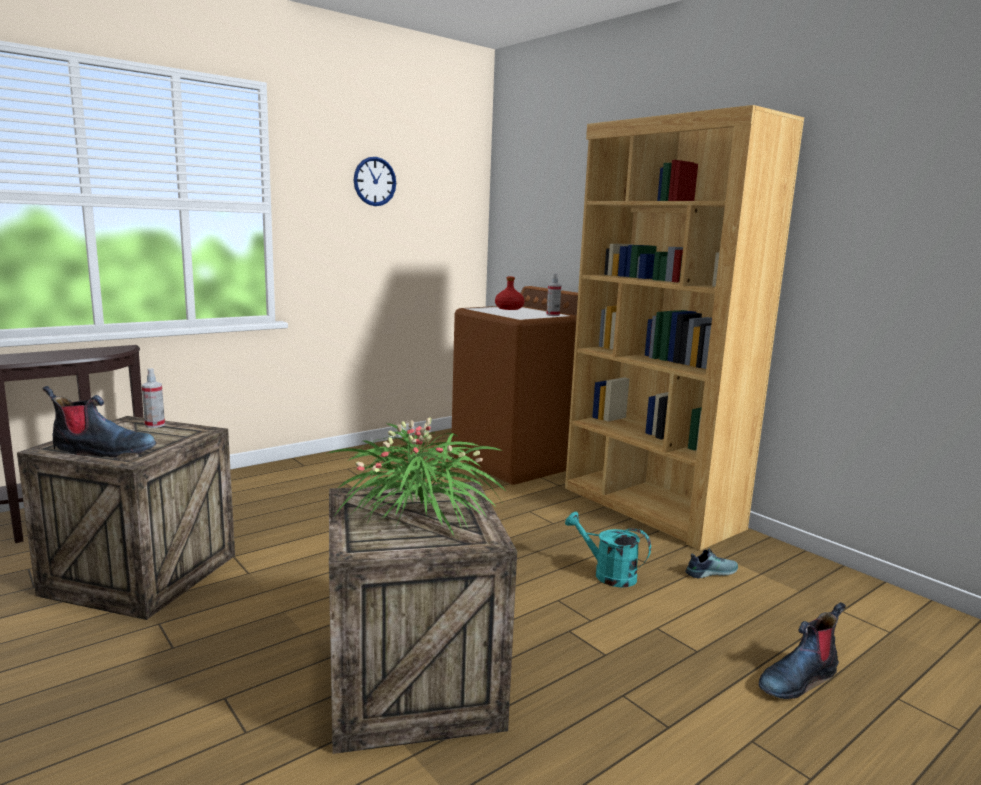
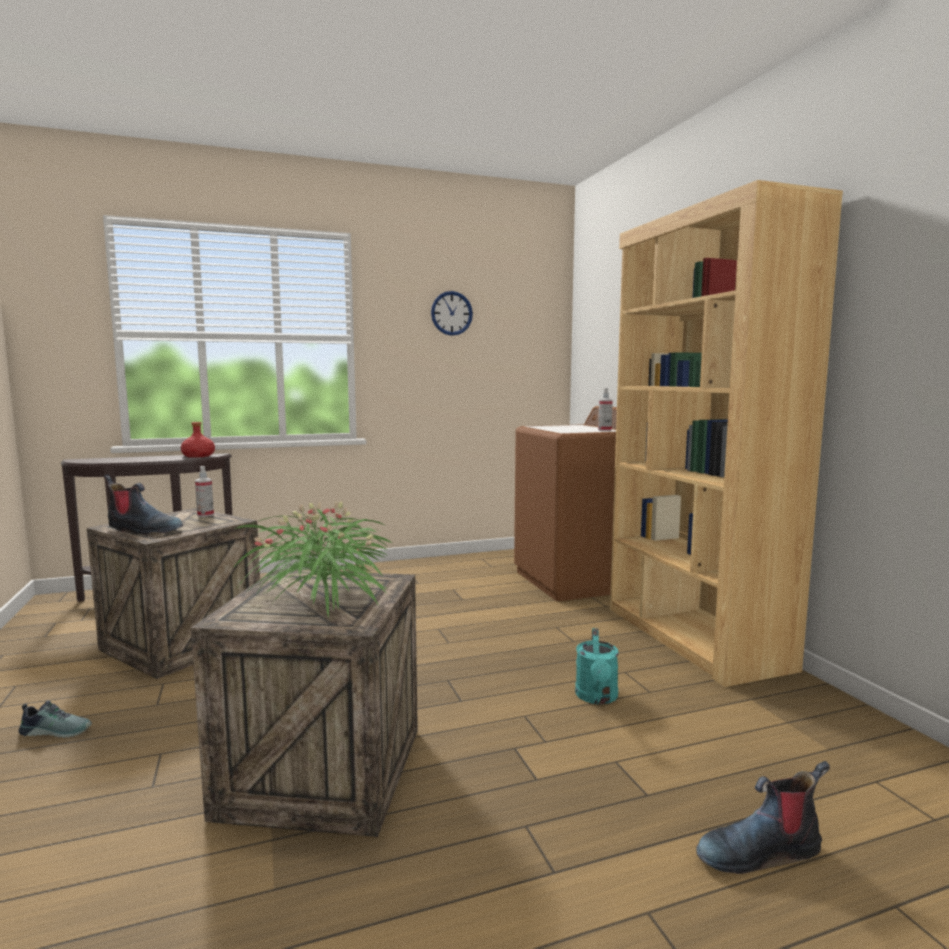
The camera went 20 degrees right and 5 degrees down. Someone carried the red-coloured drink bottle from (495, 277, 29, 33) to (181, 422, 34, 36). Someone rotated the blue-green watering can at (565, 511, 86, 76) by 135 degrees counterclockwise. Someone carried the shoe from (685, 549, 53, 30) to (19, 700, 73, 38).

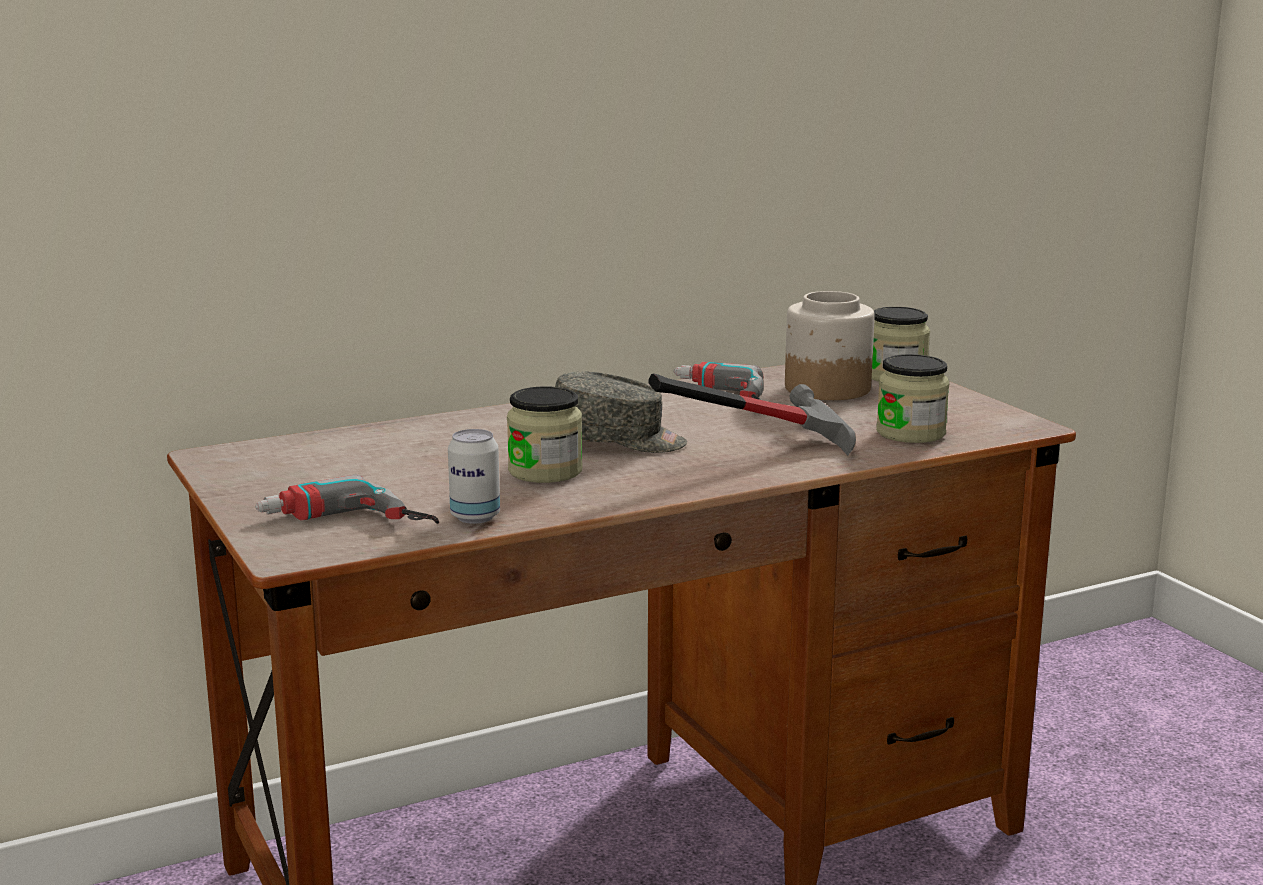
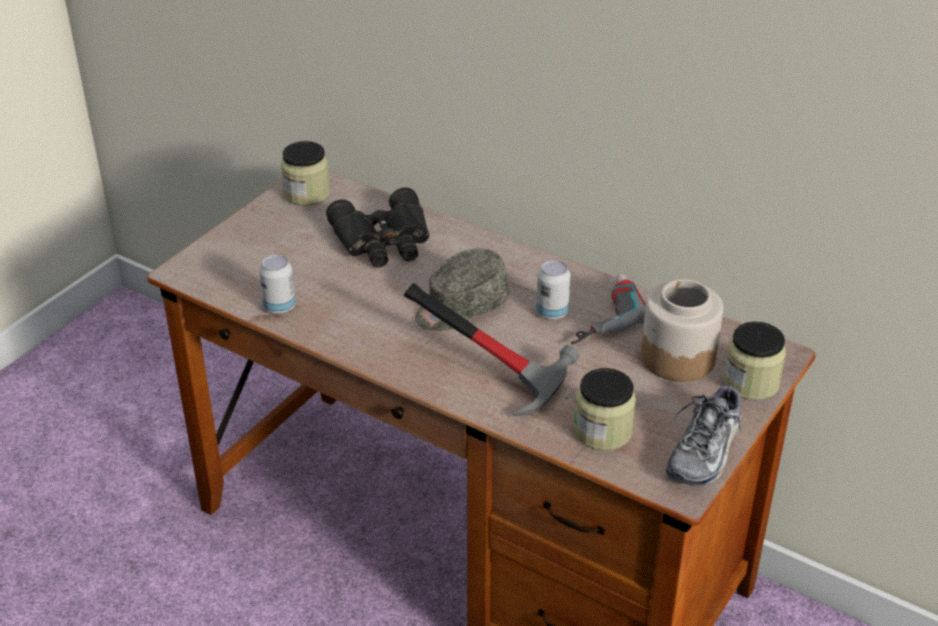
The camera went 60 degrees right and 20 degrees up. Someone took away the drill at (255, 474, 184, 50). Someone carried the storage jar from (507, 386, 76, 97) to (281, 141, 49, 65). Someone rotated the greyish cap at (555, 371, 132, 82) by 75 degrees clockwise. Someone put down the blackish binoculars at (326, 188, 104, 80). Someone put down the metal can at (536, 260, 35, 60). Someone put down the shoe at (666, 381, 76, 105).

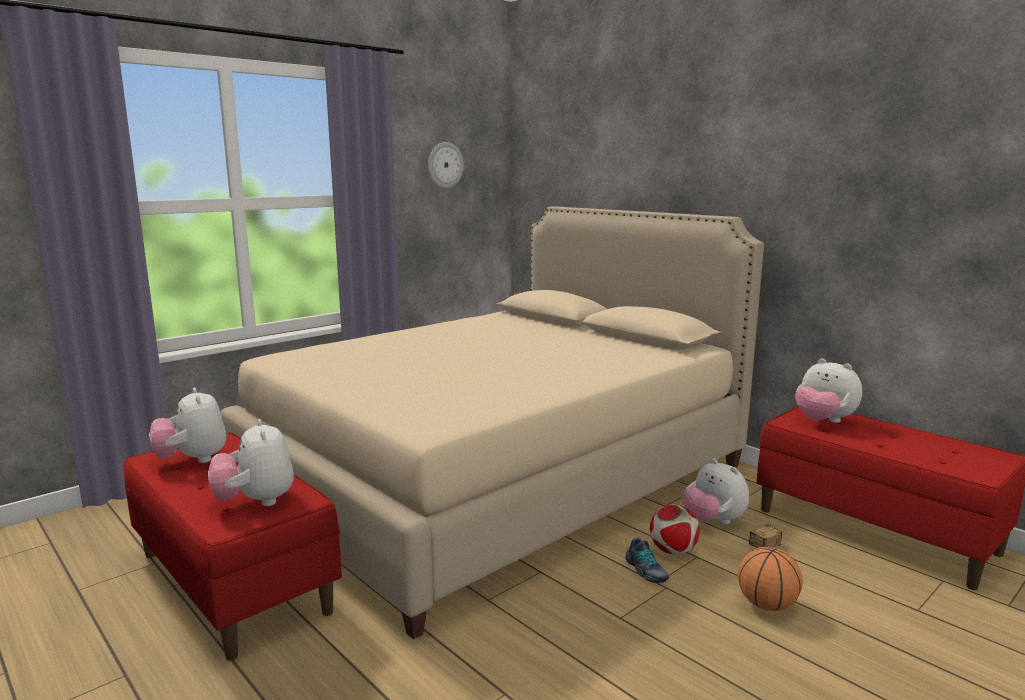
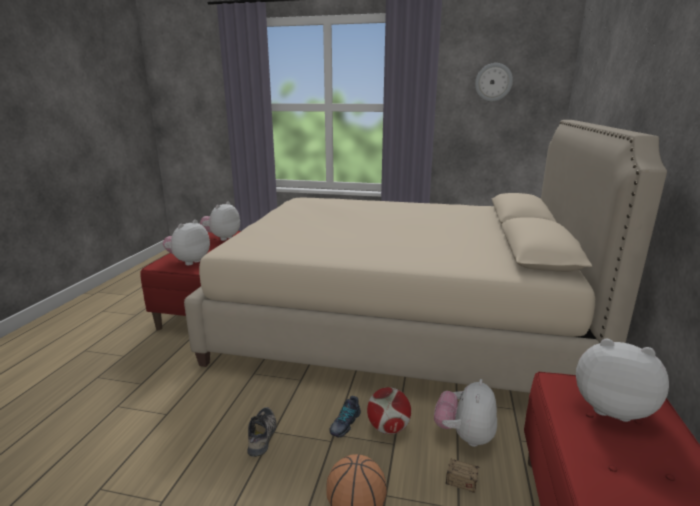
The camera went 55 degrees right and 5 degrees up. Someone rotated the cuddly toy at (795, 358, 67, 65) by 105 degrees clockwise. Someone put down the shoe at (247, 407, 29, 50).

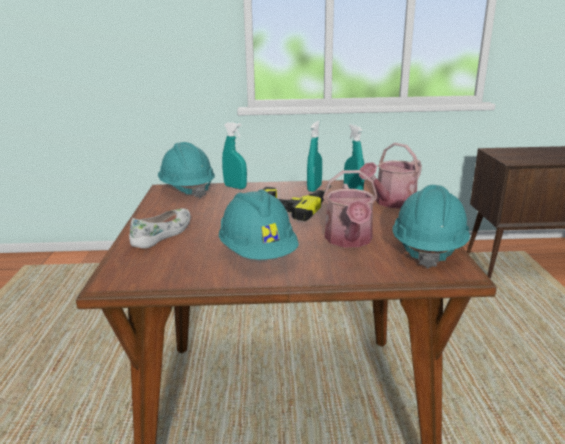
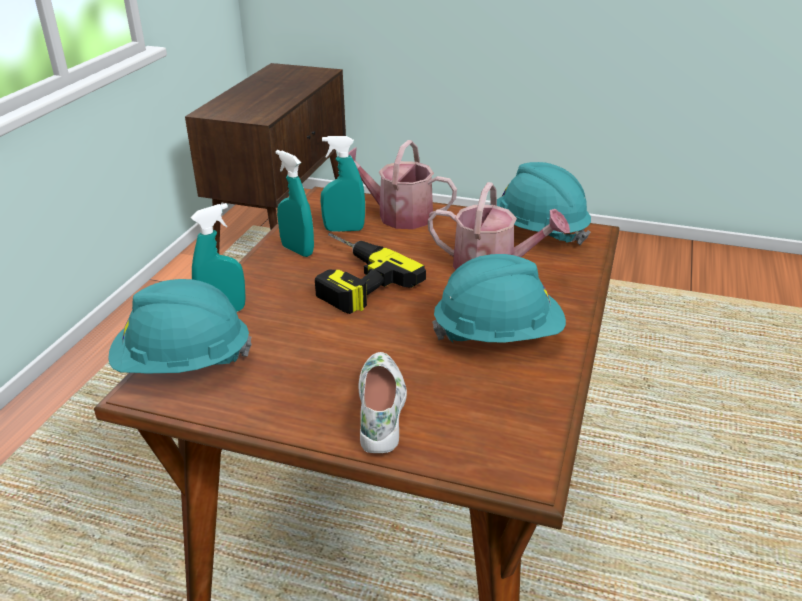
The camera went 70 degrees left and 10 degrees up. Someone rotated the white-coloured shoe at (129, 208, 62, 40) by 45 degrees clockwise. Someone rotated the watering can at (359, 143, 63, 65) by 135 degrees clockwise.

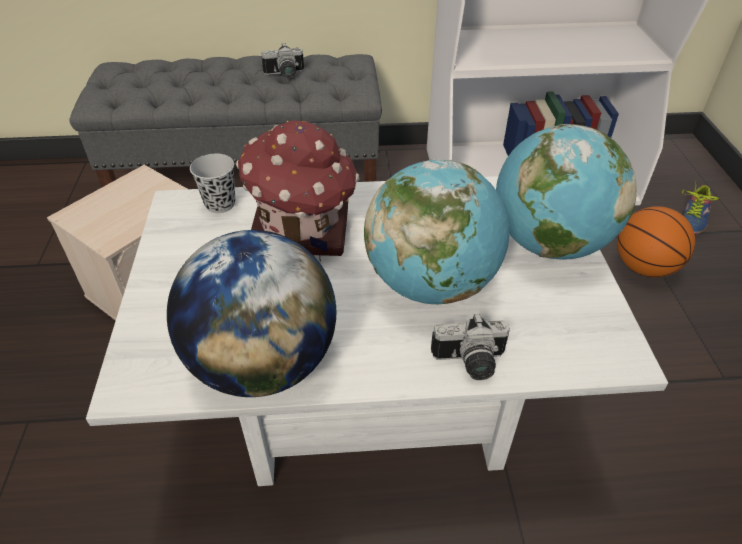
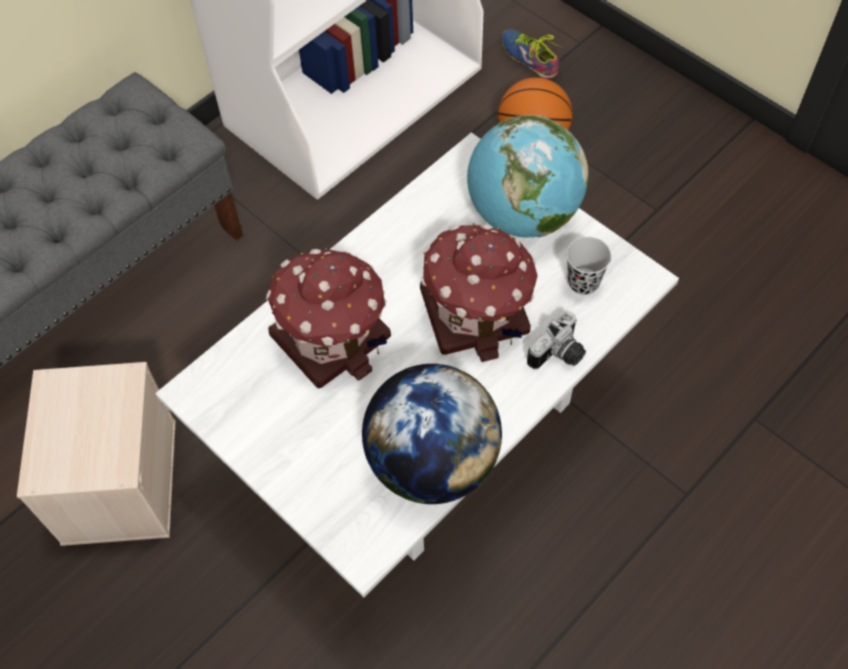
The camera went 40 degrees left and 15 degrees up. Someone carried the blackish drinking cup from (190, 154, 45, 59) to (566, 237, 45, 58). Someone took away the still camera at (261, 43, 43, 35). Someone swapped the globe at (364, 159, 146, 145) for the toy house at (420, 223, 118, 139). Someone rotated the shoe at (682, 181, 37, 54) by 150 degrees clockwise.

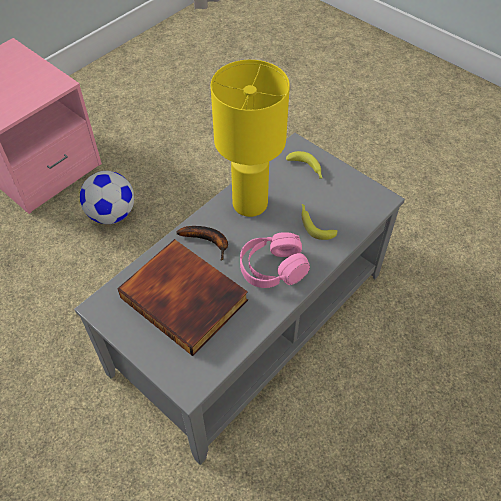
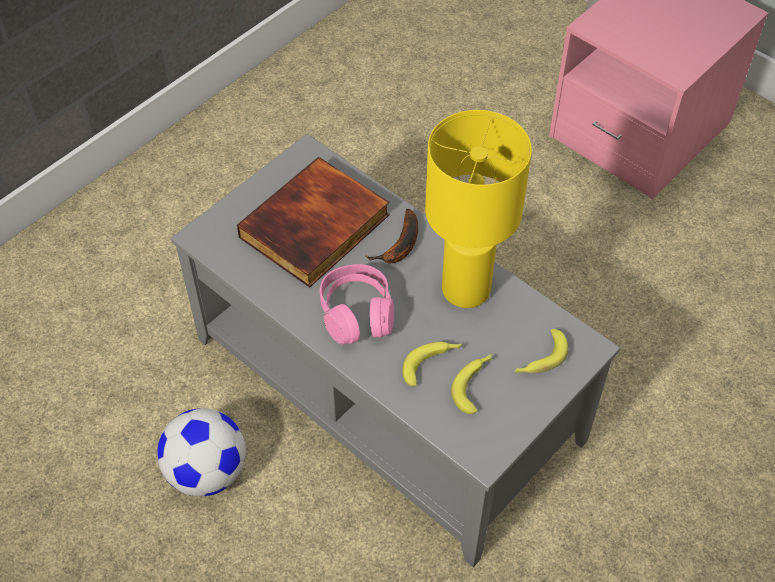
The camera went 90 degrees right and 0 degrees up. Someone carried the ball for football from (80, 171, 54, 53) to (157, 408, 89, 88). Someone put down the banana fruit at (451, 354, 41, 60).

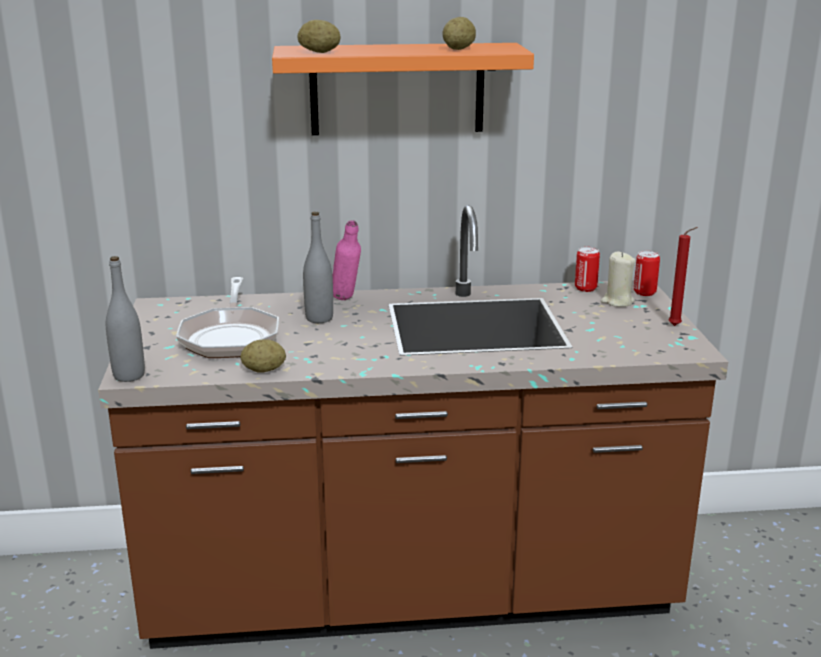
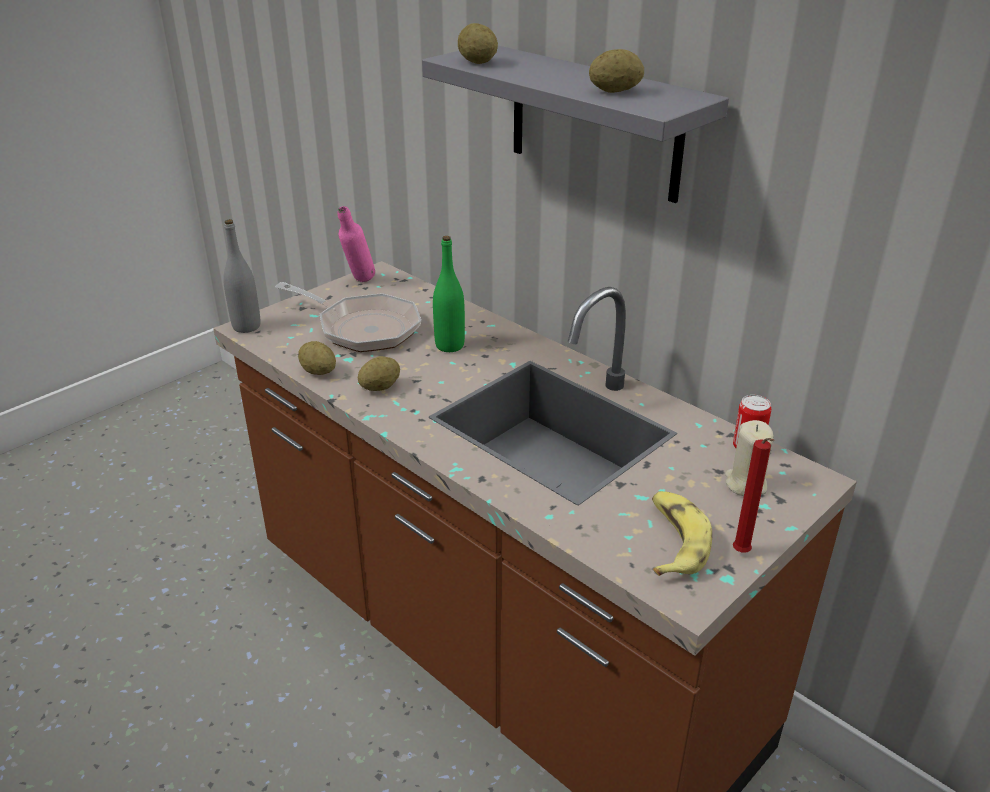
The camera went 50 degrees right and 10 degrees up. Someone rotated the frying pan at (176, 277, 103, 81) by 105 degrees counterclockwise. Someone repainted the orangey wall shelf at (272, 43, 262, 93), which became the greyish wall shelf at (422, 46, 307, 157). Someone repainted the greyish drink bottle at (303, 212, 30, 111), which became the green-coloured drink bottle at (433, 236, 32, 116). Someone carried the pink drink bottle from (332, 220, 29, 80) to (338, 206, 37, 76). Someone took away the metal can at (634, 251, 26, 45). Someone put down the whole potato at (358, 356, 42, 35). Someone put down the banana fruit at (652, 491, 60, 85).

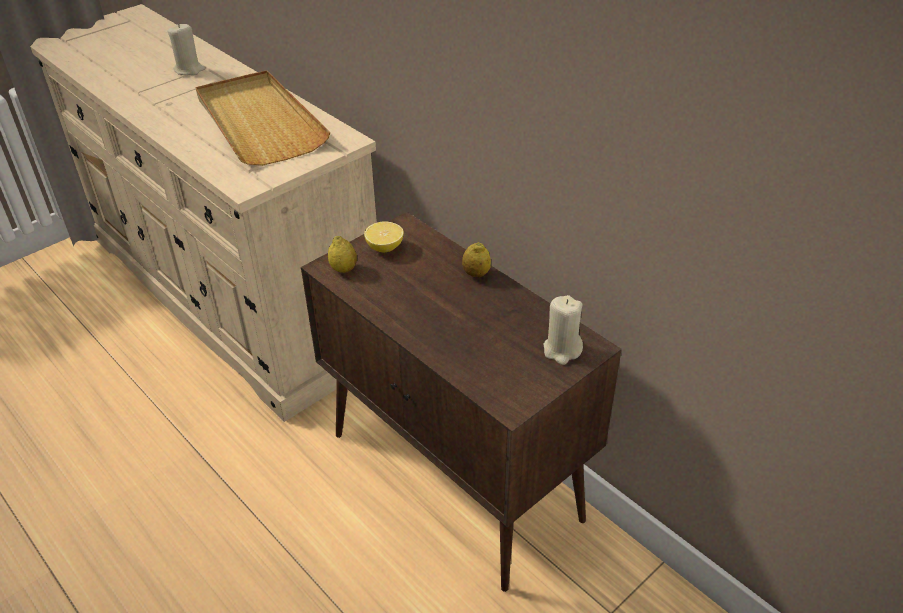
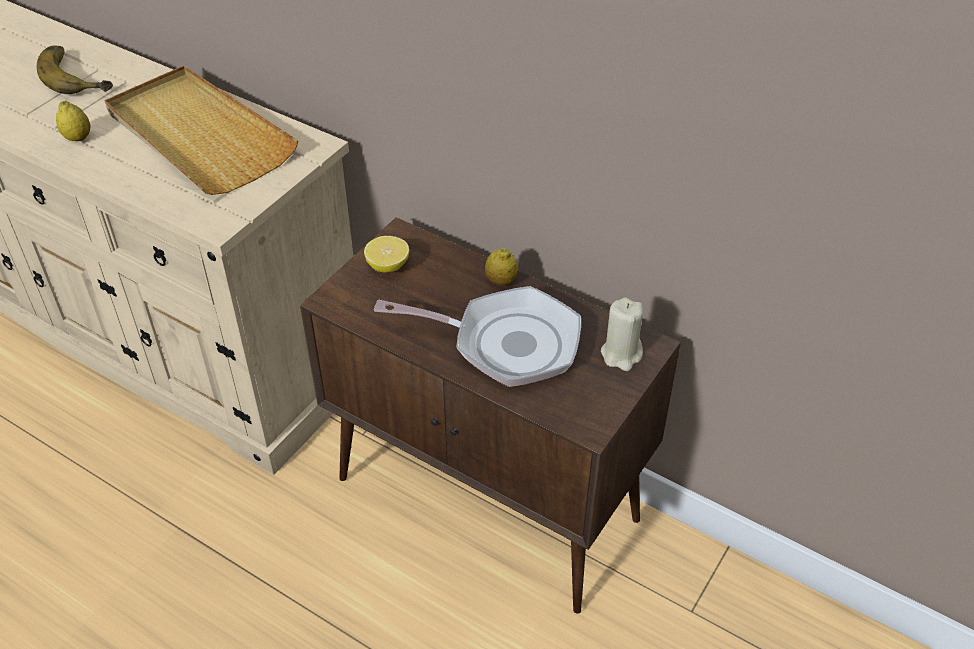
The camera went 15 degrees left and 5 degrees up. Someone swapped the beige-coloured wax candle at (168, 23, 37, 52) for the banana fruit at (37, 45, 76, 49). Someone carried the citrus fruit from (328, 236, 29, 37) to (56, 101, 35, 40). Someone put down the frying pan at (374, 286, 207, 101).

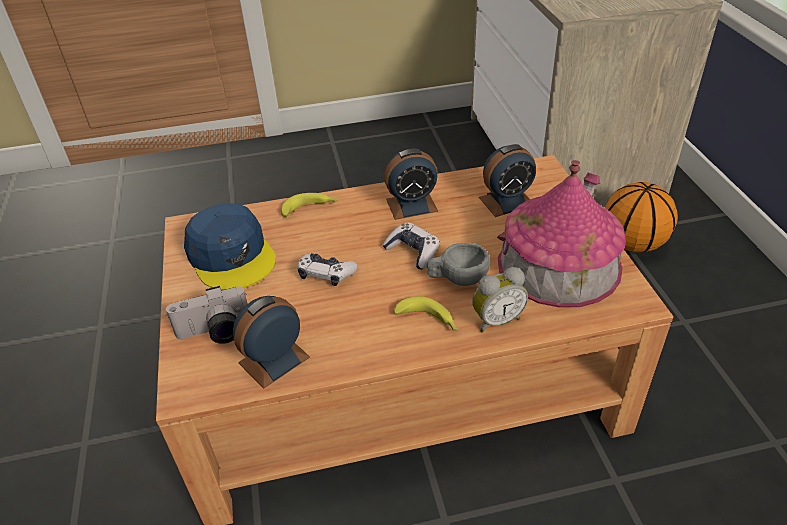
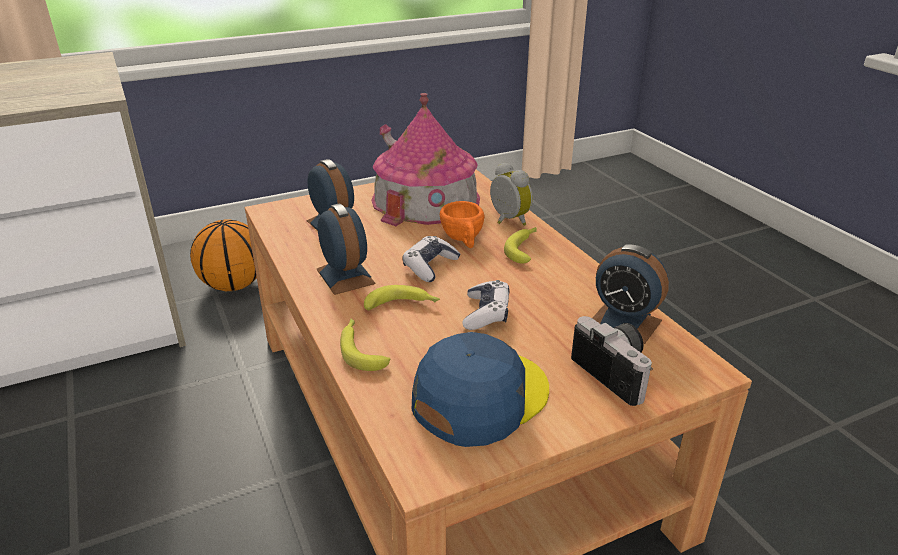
The camera went 105 degrees left and 10 degrees down. Someone repainted the greyish drinking cup at (427, 243, 63, 43), which became the orangey drinking cup at (440, 201, 44, 47). Someone put down the banana fruit at (364, 285, 76, 25).

